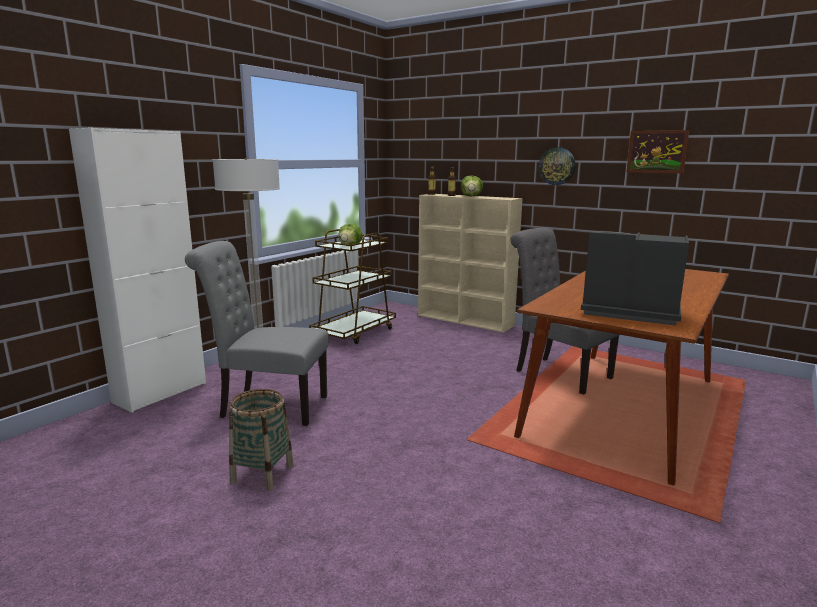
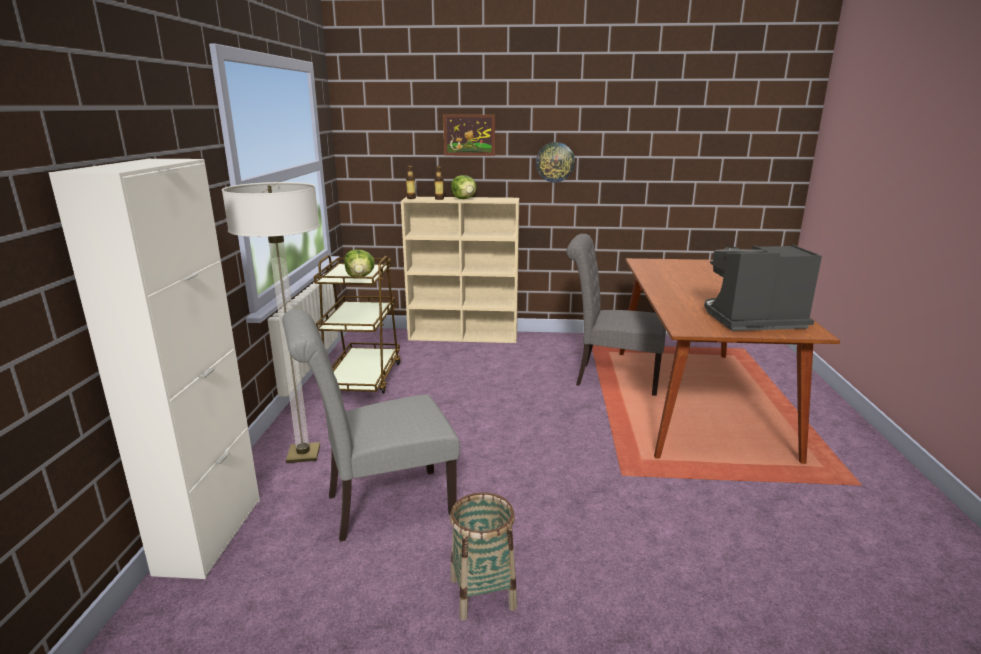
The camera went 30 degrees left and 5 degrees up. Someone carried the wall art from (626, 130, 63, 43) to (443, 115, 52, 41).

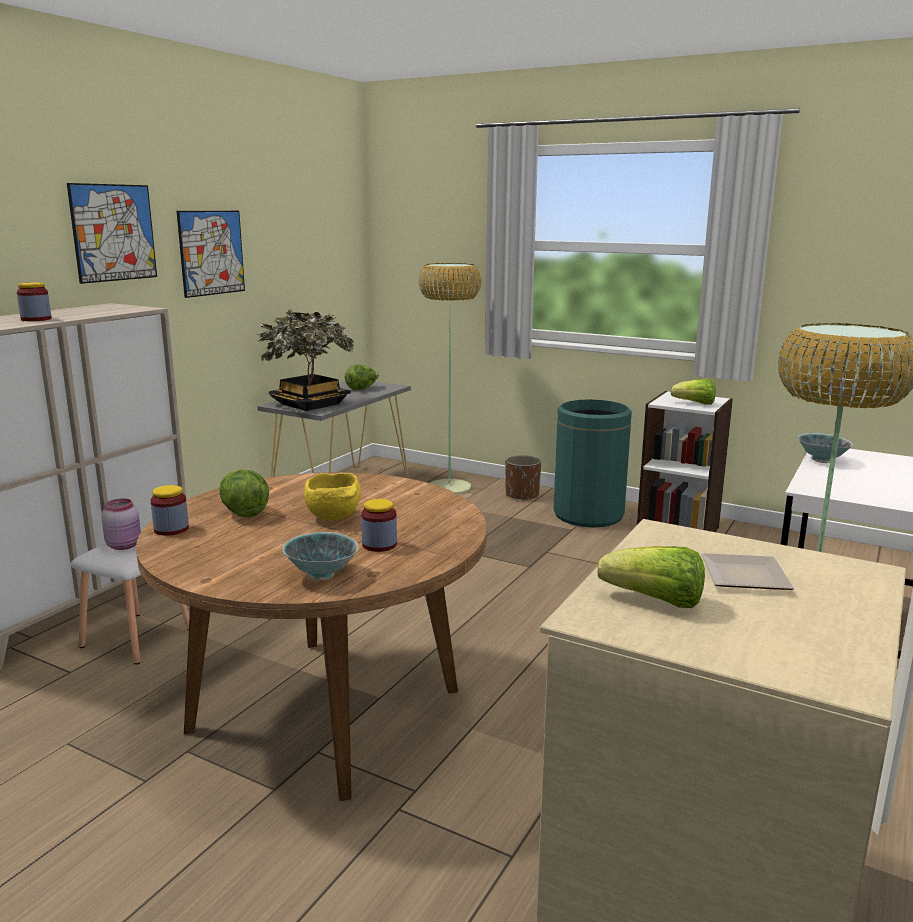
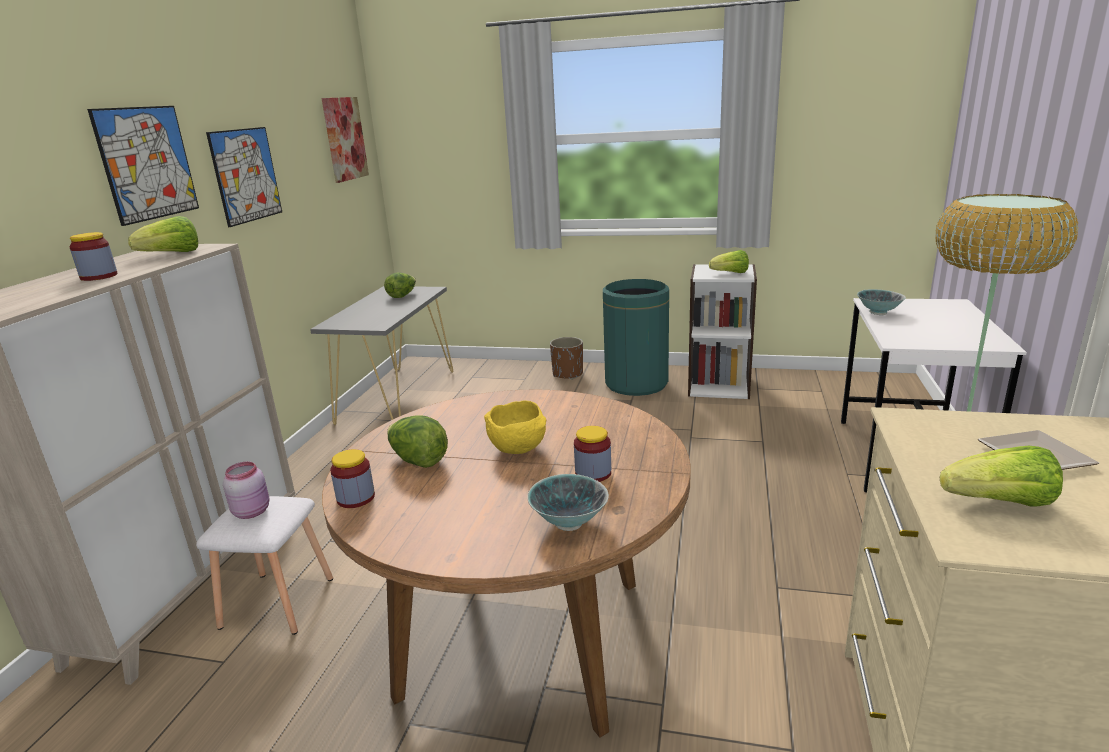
The camera went 15 degrees left and 5 degrees up. Someone took away the houseplant at (255, 309, 99, 102). Someone took away the standard lamp at (419, 263, 62, 231). Someone put down the lettuce at (128, 216, 70, 36). Someone put up the wall art at (321, 97, 48, 86).

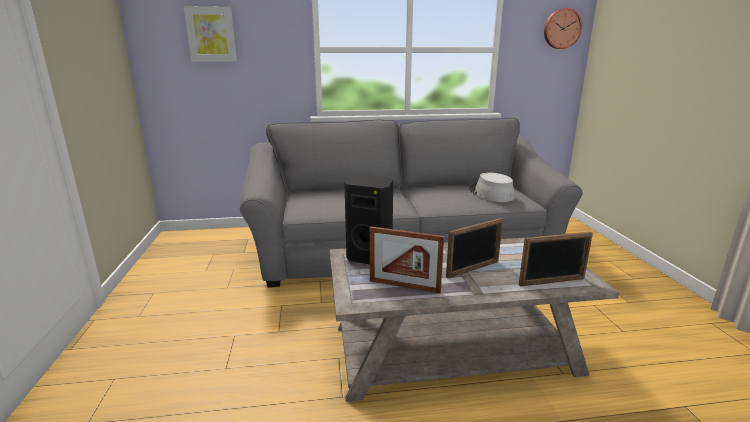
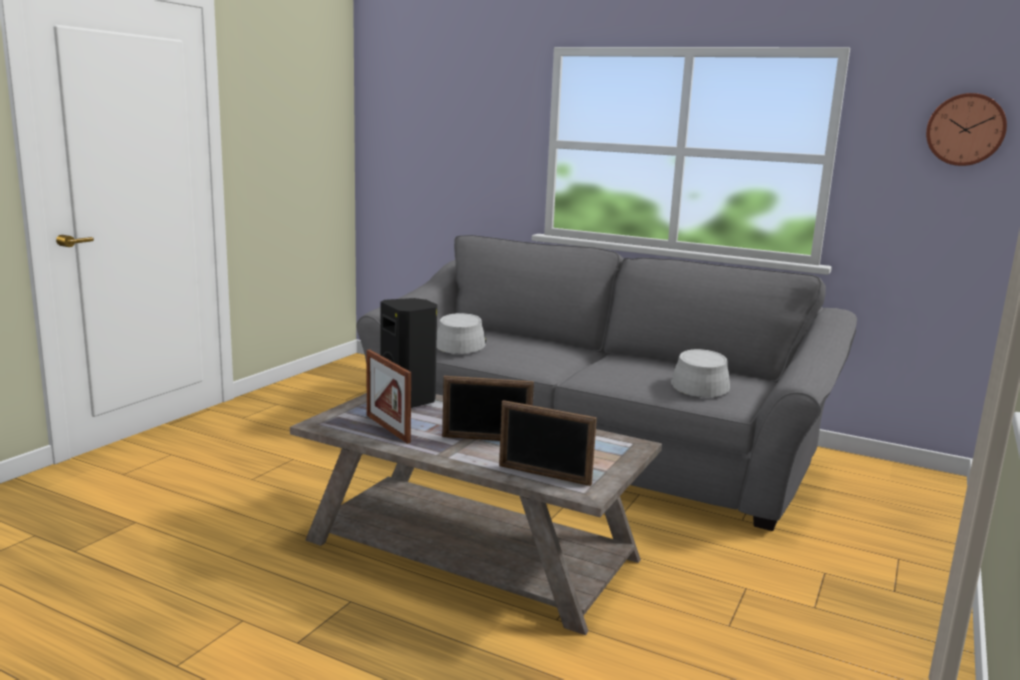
The camera went 35 degrees right and 5 degrees down. Someone took away the wall art at (184, 6, 53, 56). Someone put down the greyish wearable hat at (437, 313, 49, 41).

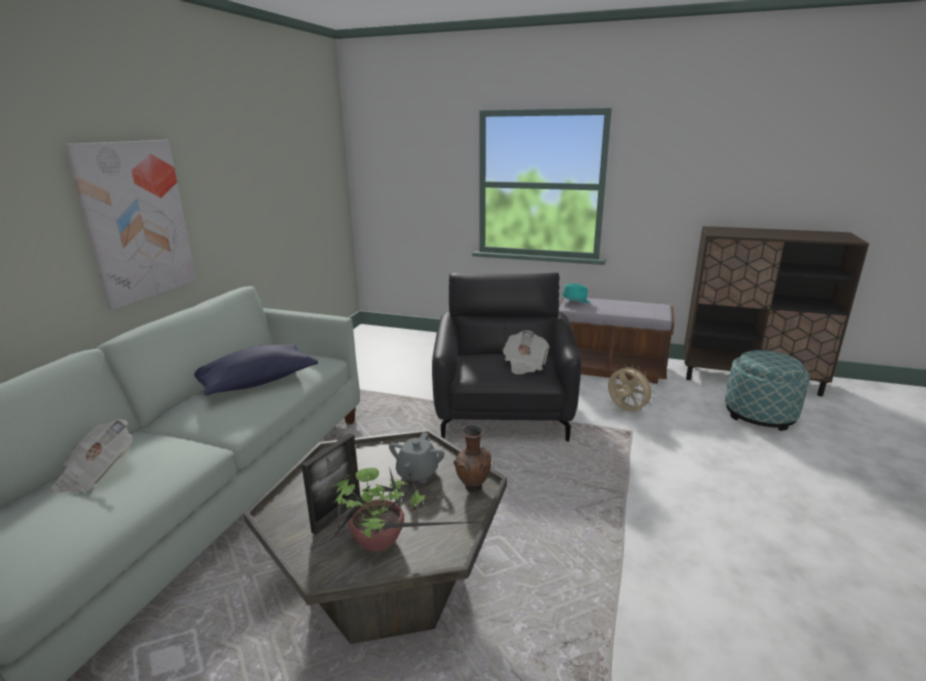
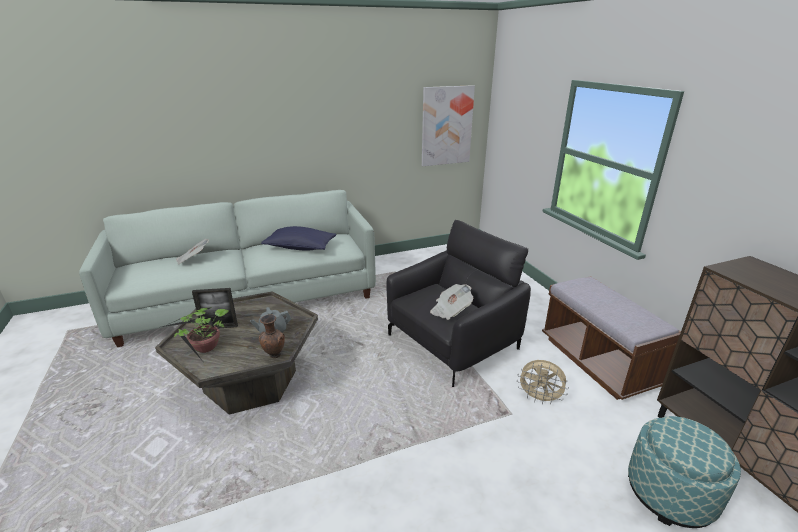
The camera went 50 degrees right and 5 degrees up. Someone carried the wall art from (64, 140, 133, 170) to (422, 85, 53, 81). Someone took away the blue-green wearable hat at (559, 284, 31, 19). Someone rotated the beige-coloured fan at (608, 364, 47, 48) by 105 degrees clockwise.

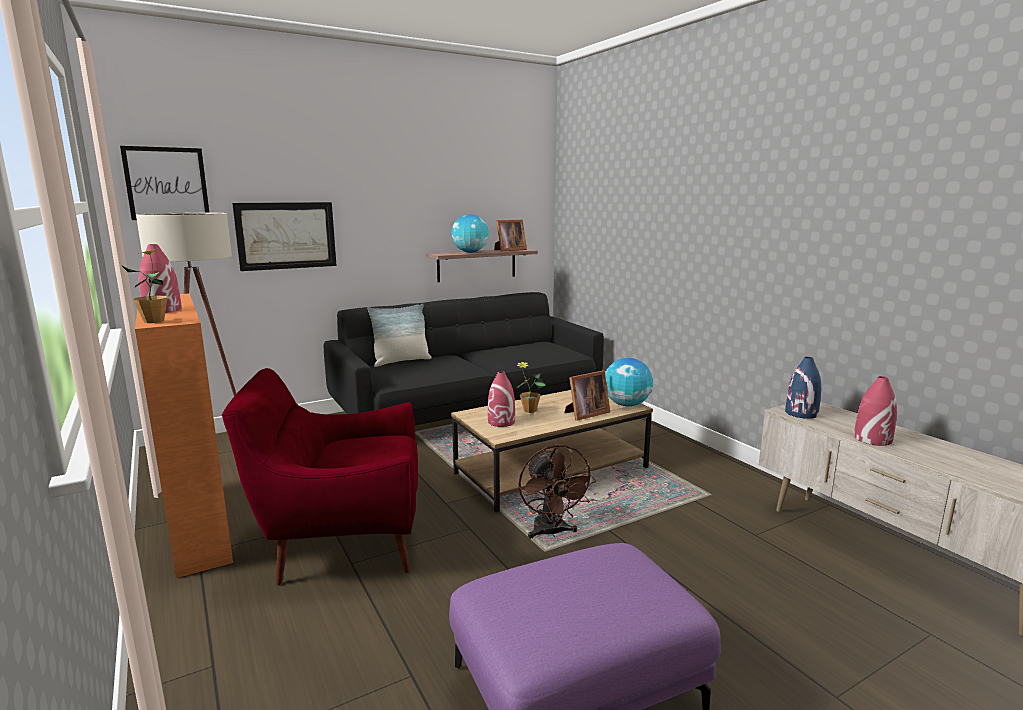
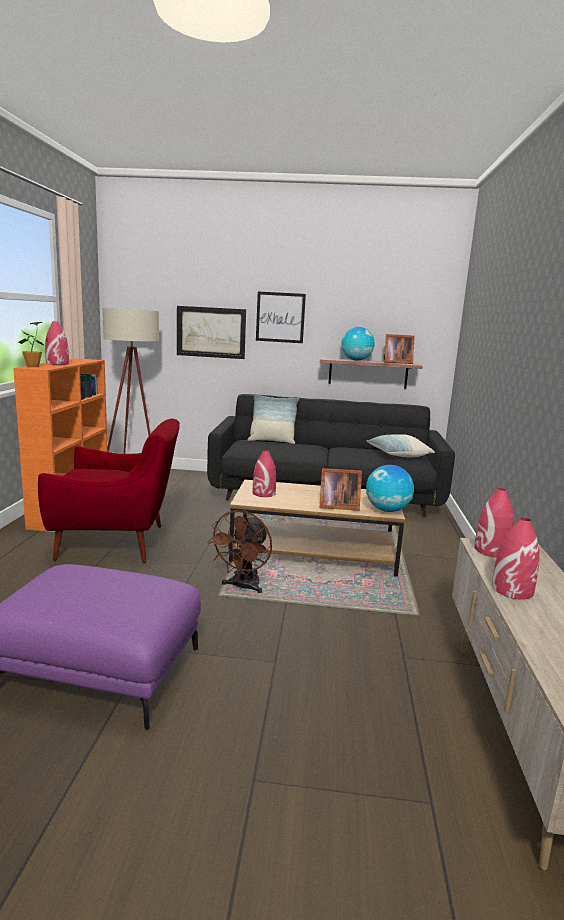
The camera went 35 degrees right and 0 degrees up. Someone carried the wall art from (120, 146, 89, 74) to (256, 291, 50, 52). Someone rotated the red-coloured armchair at (222, 368, 196, 217) by 150 degrees clockwise. Someone took away the houseplant at (516, 361, 30, 52). Someone repainted the blue-coloured decorative vase at (785, 357, 36, 62), which became the red-coloured decorative vase at (474, 488, 40, 70). Someone put down the throw pillow at (366, 434, 69, 23).

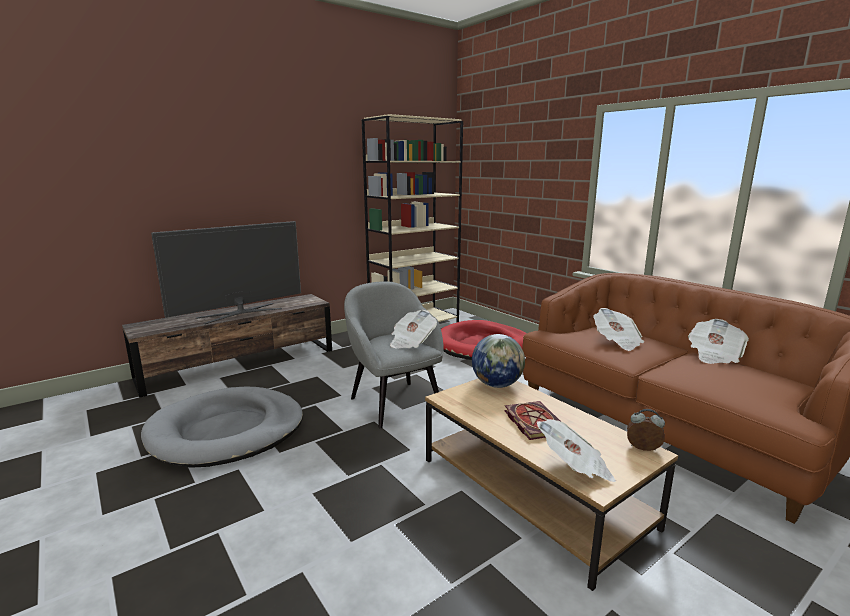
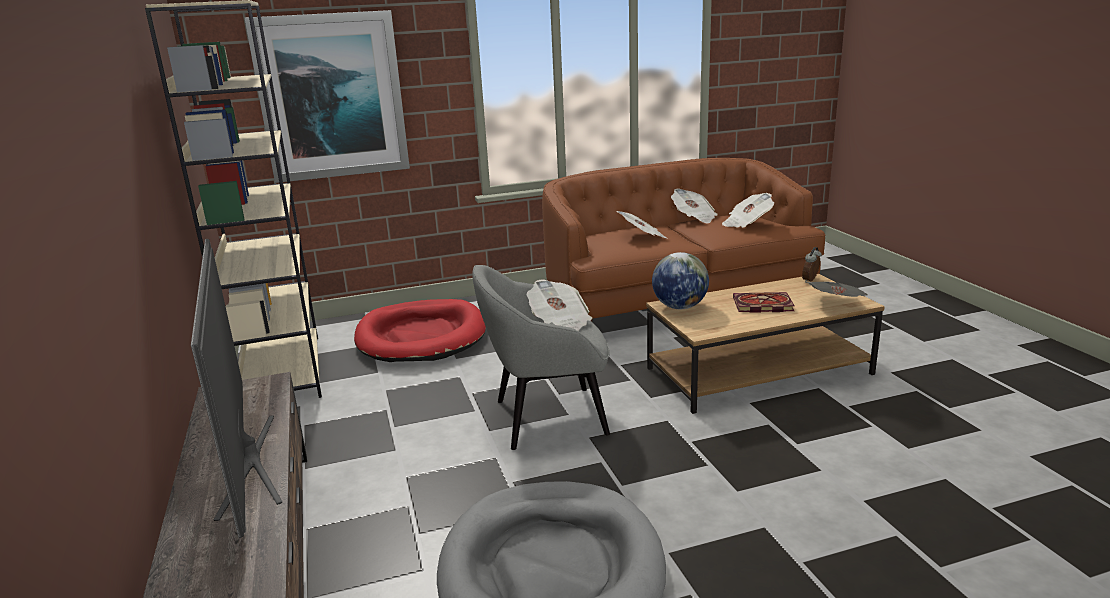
The camera went 70 degrees left and 5 degrees up. Someone put up the wall art at (244, 10, 166, 173). Someone put down the newspaper at (722, 193, 52, 35).

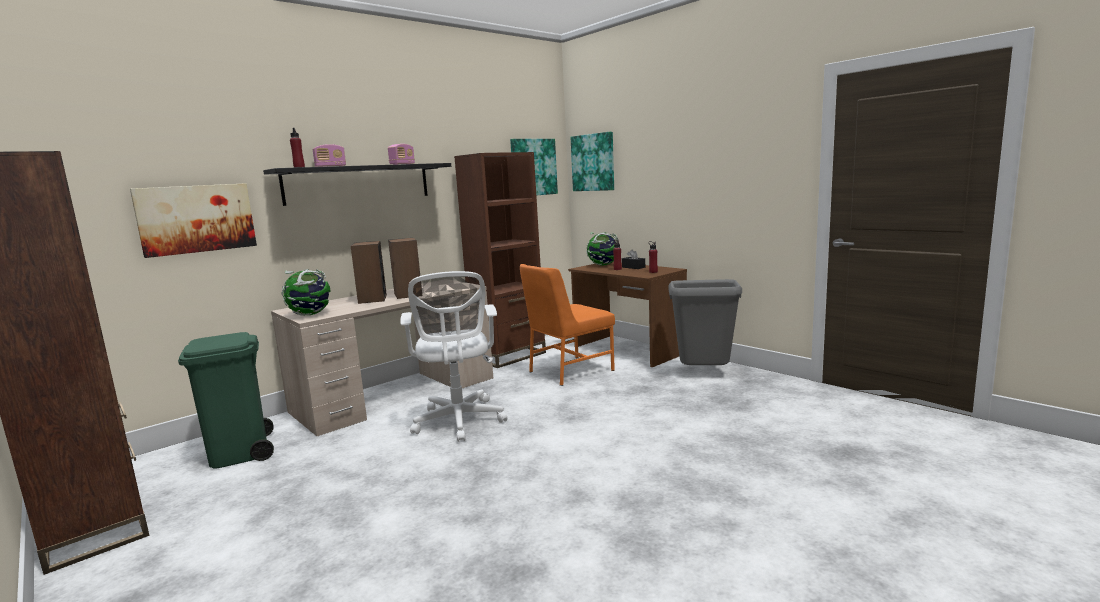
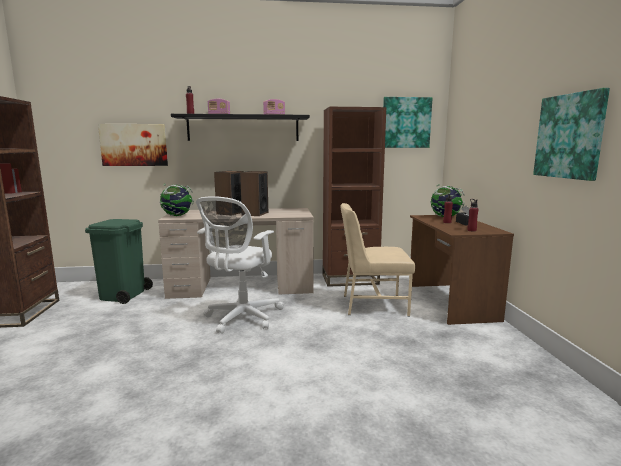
The camera went 35 degrees right and 0 degrees up. Someone repainted the orangey chair at (520, 264, 95, 122), which became the beige-coloured chair at (341, 203, 74, 114). Someone carried the wall art from (570, 132, 44, 59) to (533, 88, 77, 93). Someone took away the greyish rubbish bin at (668, 279, 74, 86).

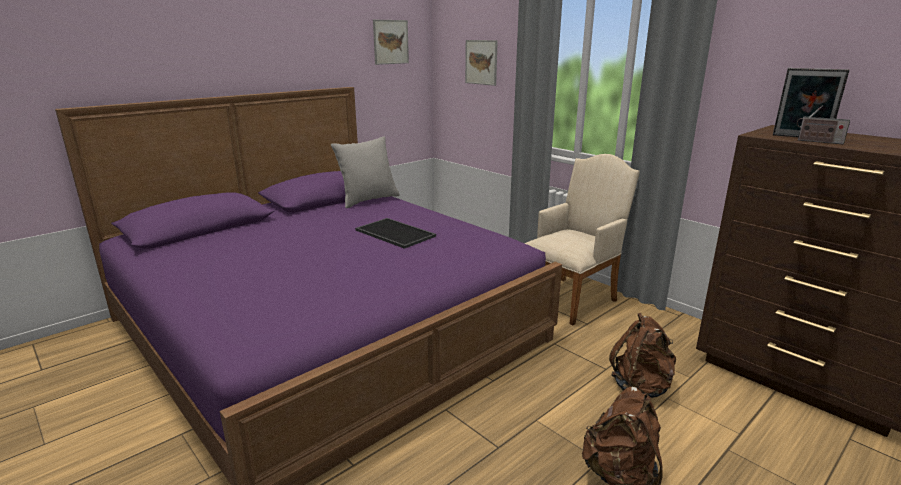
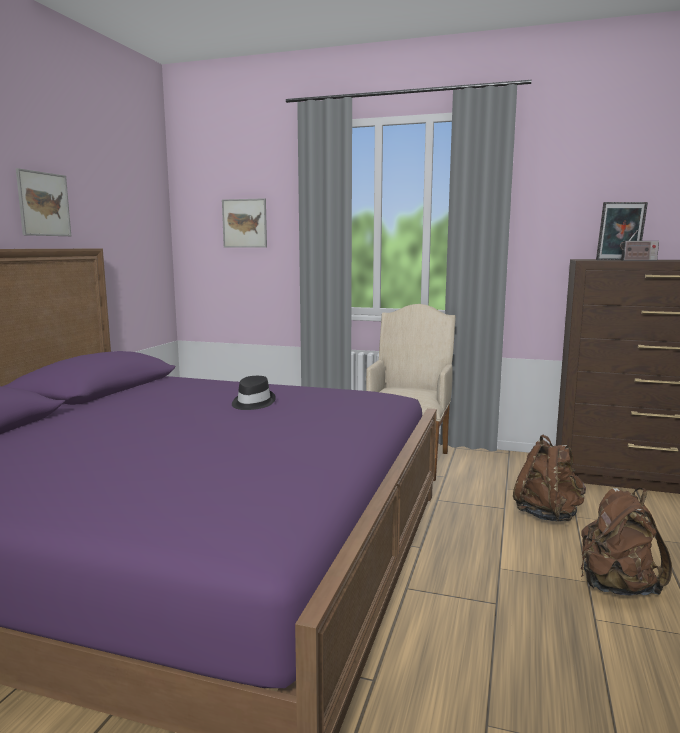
The camera went 30 degrees left and 10 degrees down. Someone took away the greyish throw pillow at (331, 136, 69, 72). Someone swapped the serving tray at (355, 218, 81, 31) for the blackish wearable hat at (232, 376, 44, 34). Someone carried the wall art from (373, 20, 36, 45) to (16, 168, 55, 68).

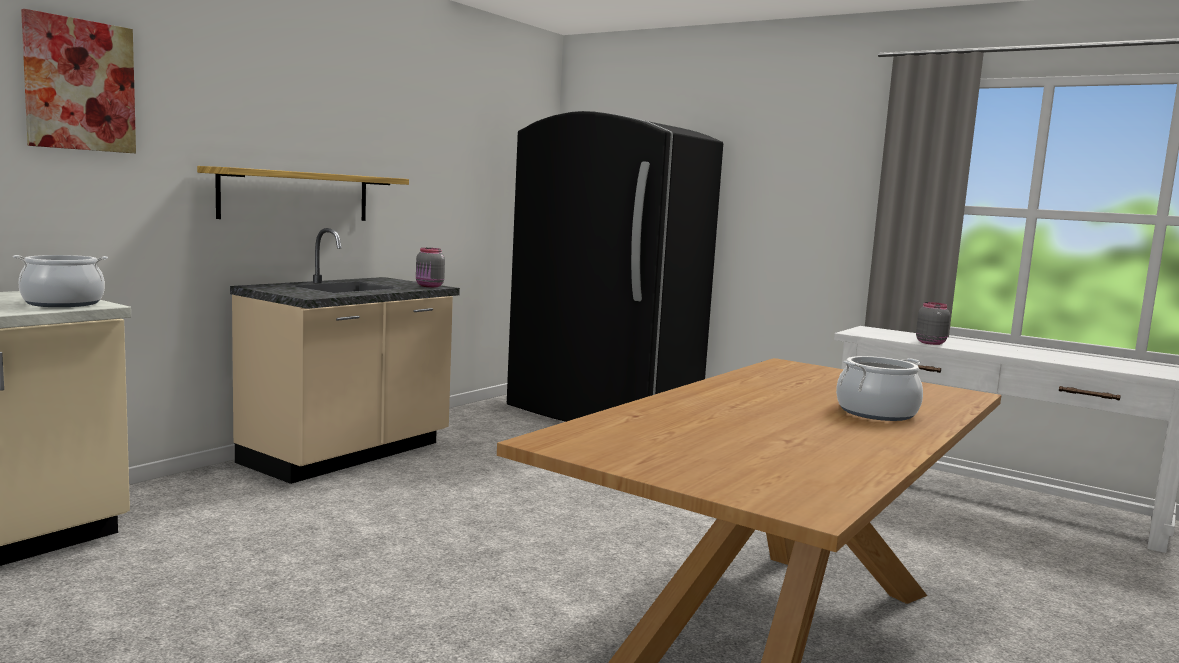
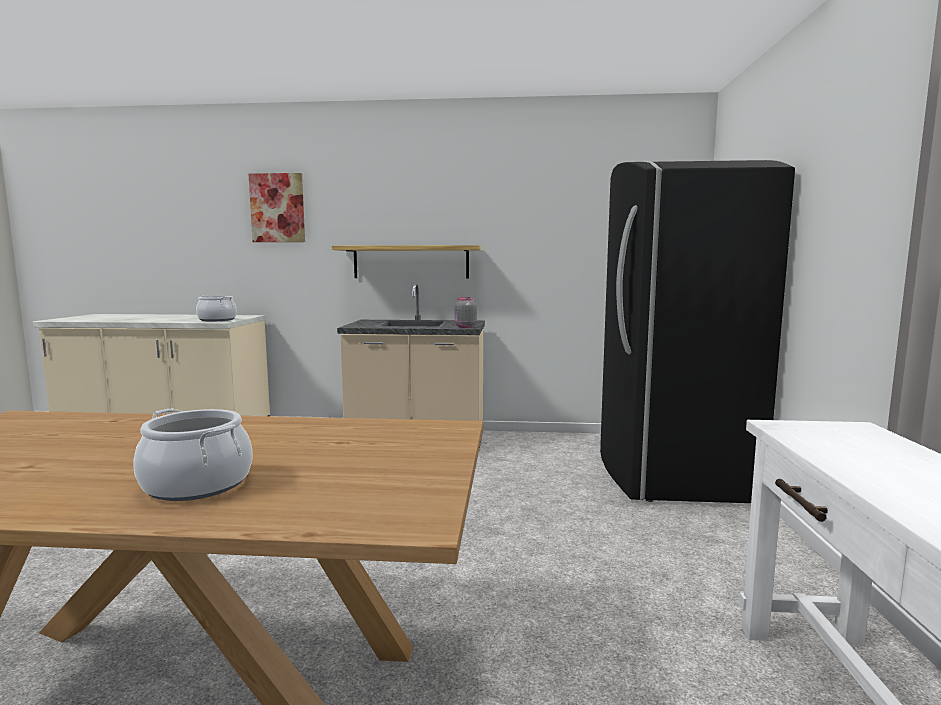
The camera went 60 degrees right and 0 degrees up. Someone took away the greyish storage jar at (916, 302, 34, 43).

